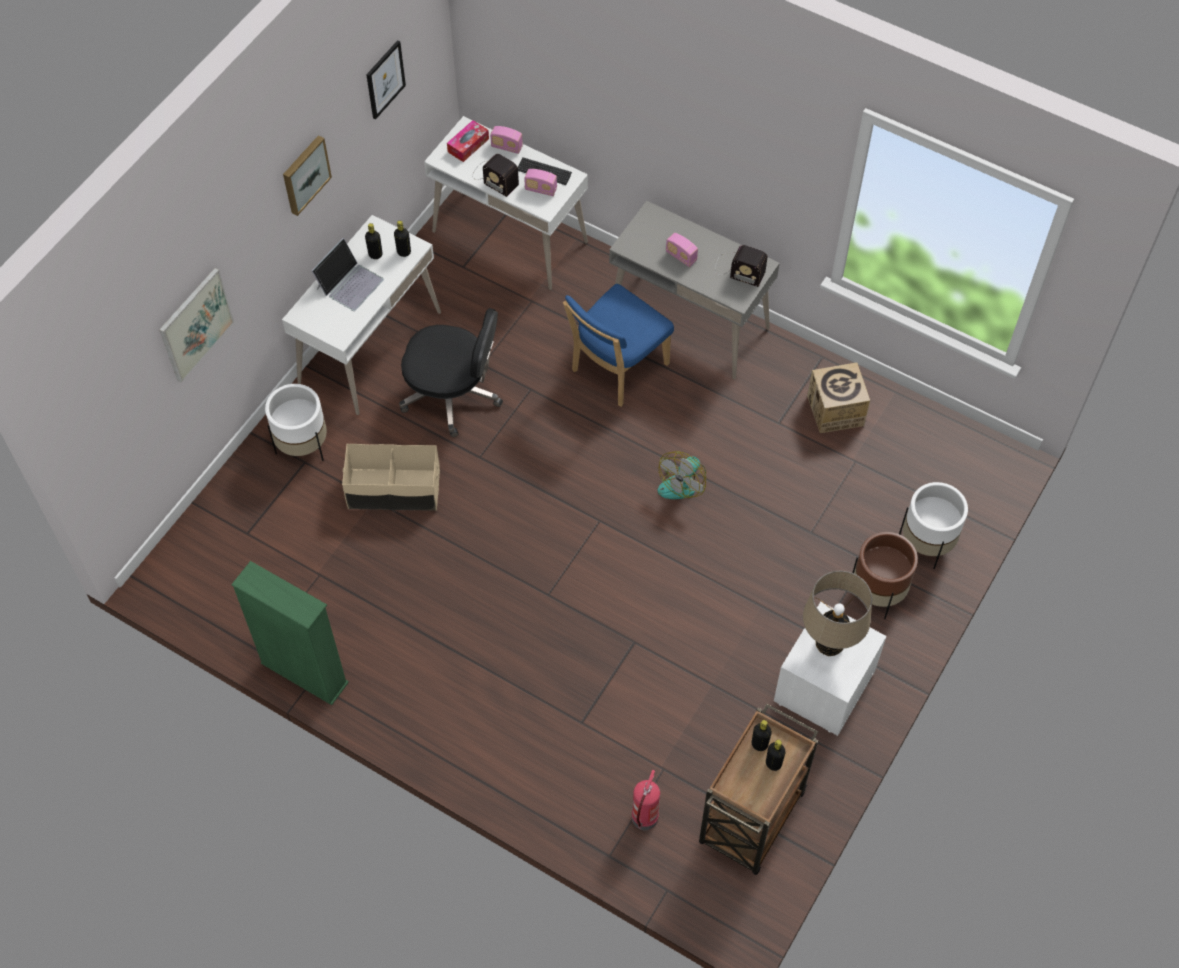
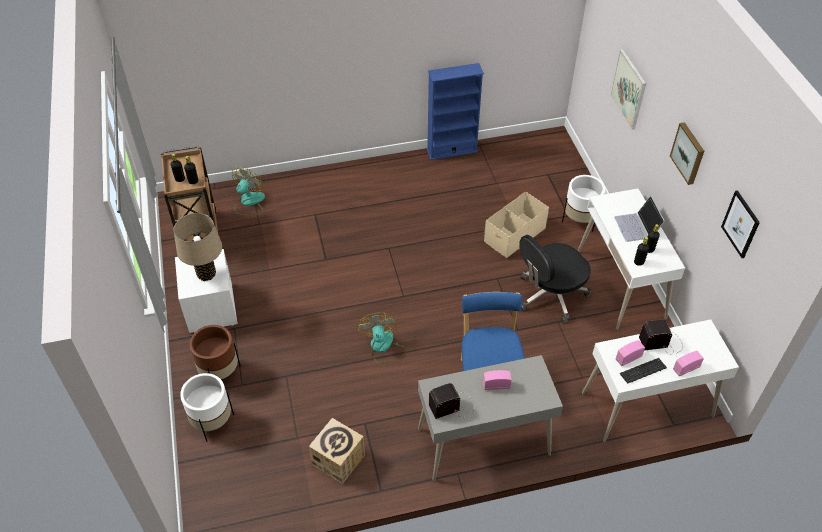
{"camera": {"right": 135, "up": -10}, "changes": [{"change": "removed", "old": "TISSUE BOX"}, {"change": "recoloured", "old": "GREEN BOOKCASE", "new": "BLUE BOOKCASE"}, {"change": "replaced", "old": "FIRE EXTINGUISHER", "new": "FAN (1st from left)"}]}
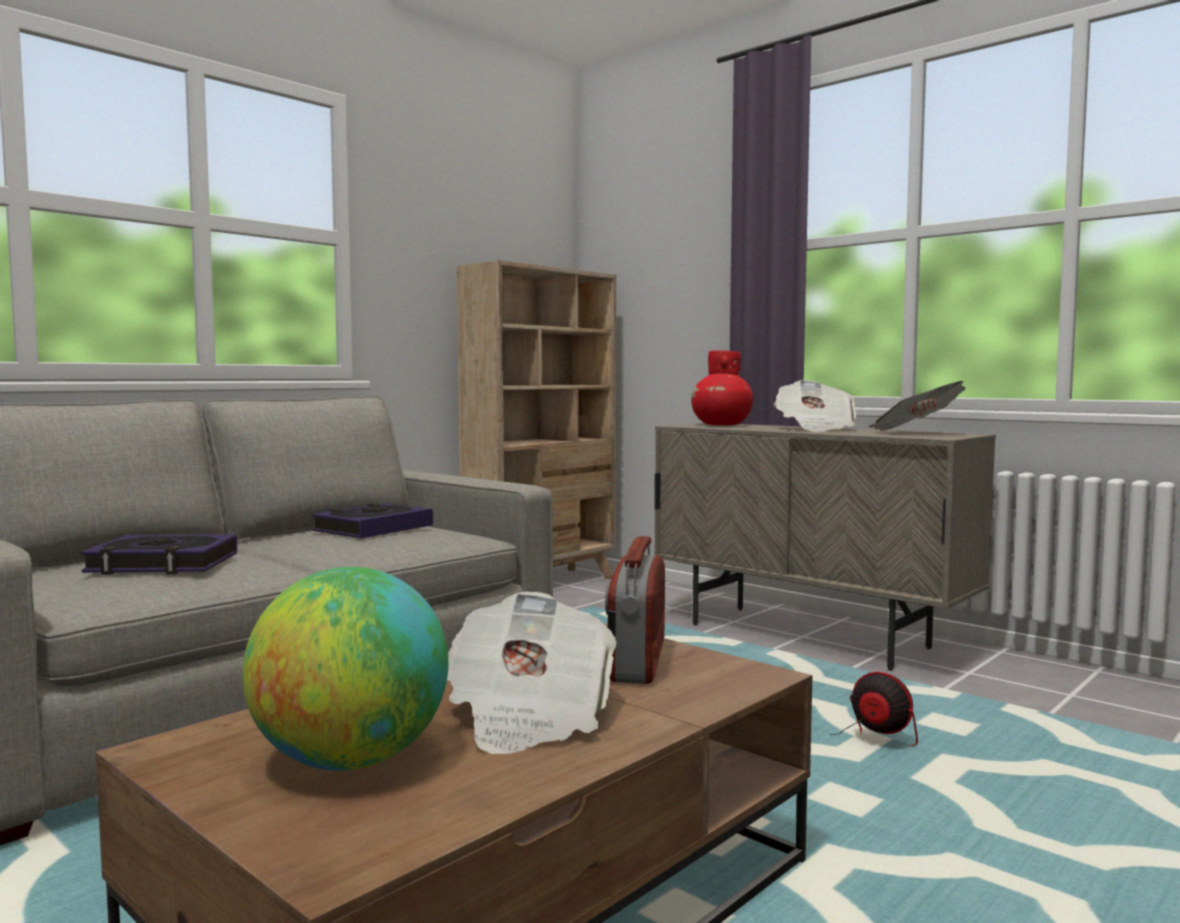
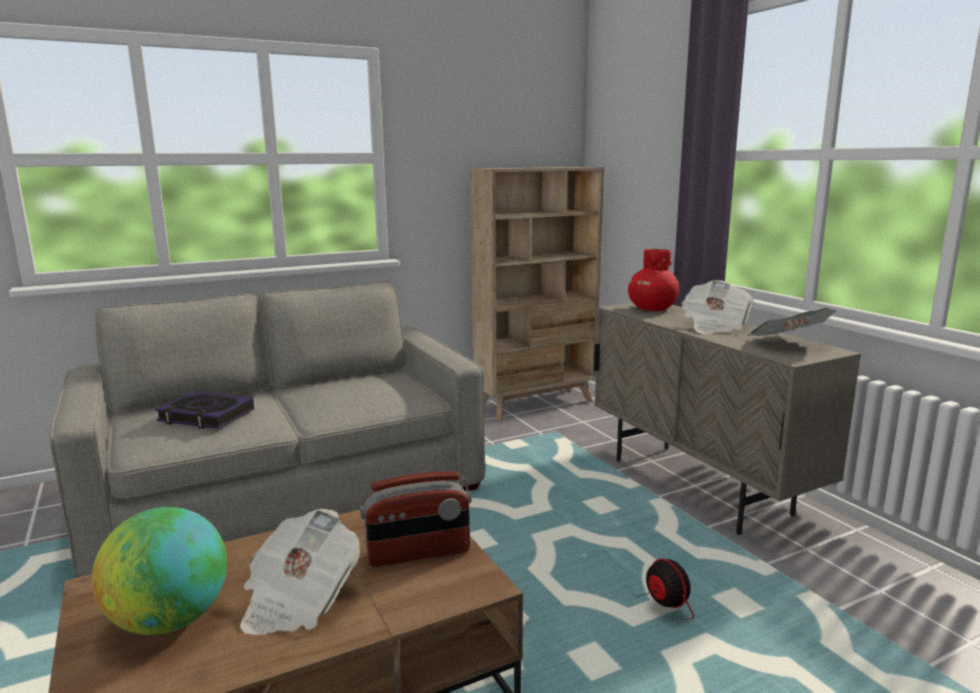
{"camera": {"right": 20, "up": 10}, "changes": [{"change": "removed", "old": "BOOK (2nd from left)"}, {"change": "turned", "old": "RADIO", "degrees": -135}]}
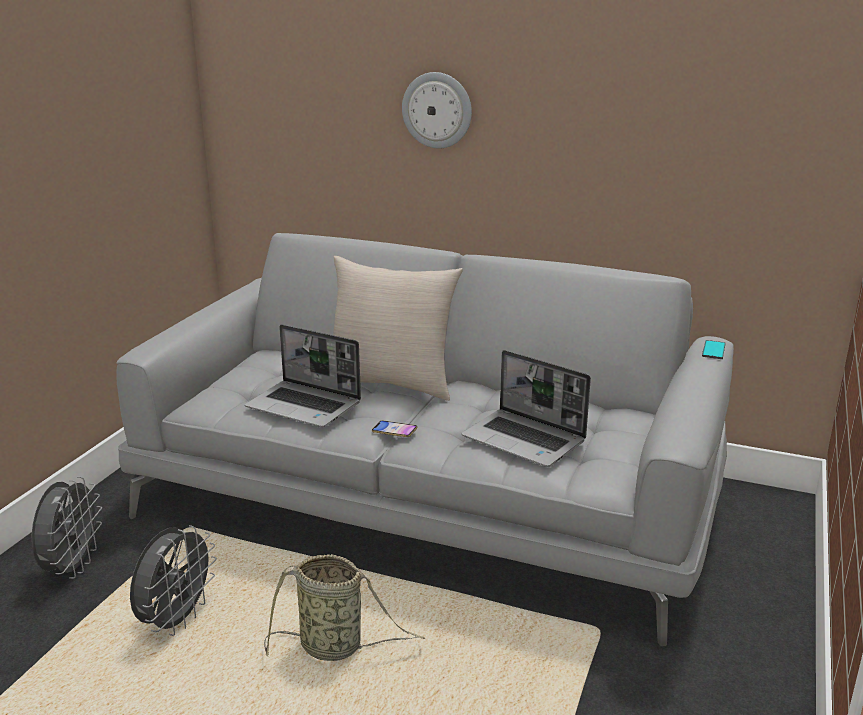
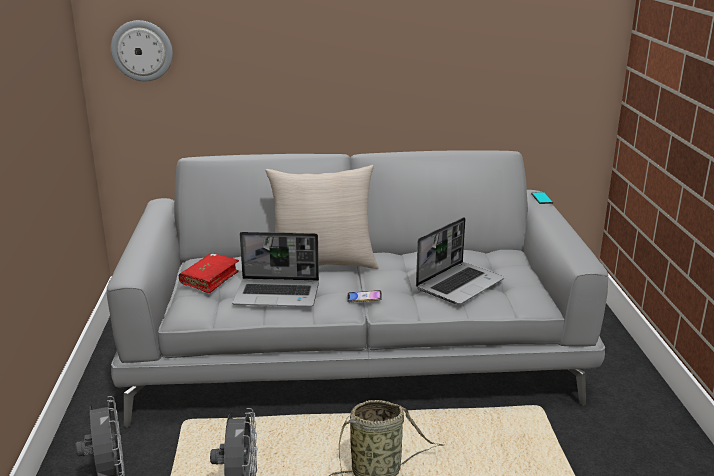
{"camera": {"right": -25, "up": 0}, "changes": [{"change": "moved", "old": "WALL CLOCK"}, {"change": "turned", "old": "LAPTOP (2nd from left)", "degrees": -60}, {"change": "added", "new": "RED BOOK"}]}
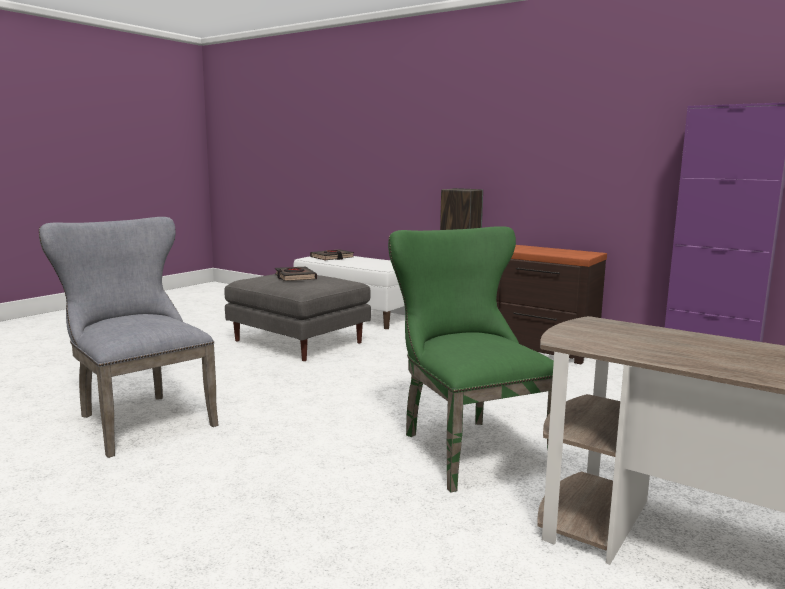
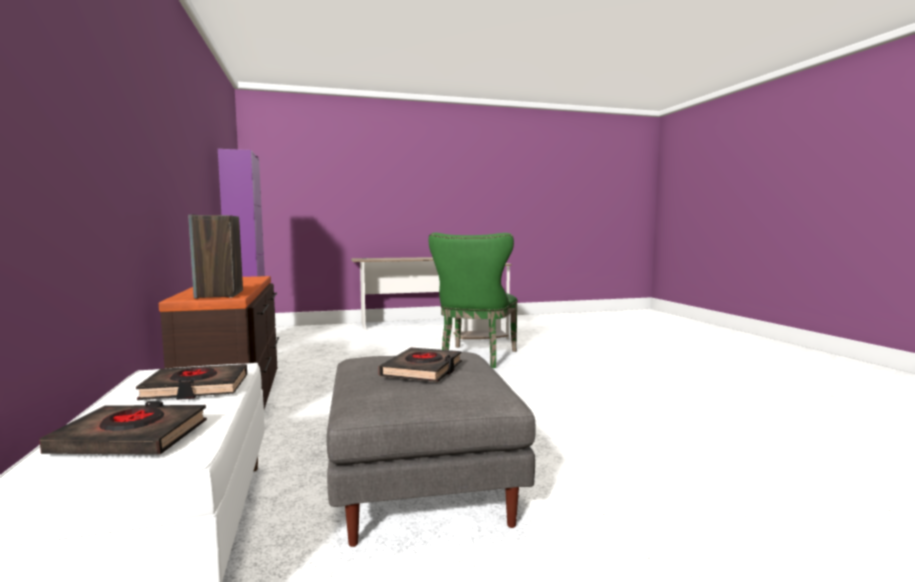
{"camera": {"right": -140, "up": -5}, "changes": [{"change": "removed", "old": "GREY CHAIR"}, {"change": "added", "new": "BLACK BOOK (2nd from left)"}]}
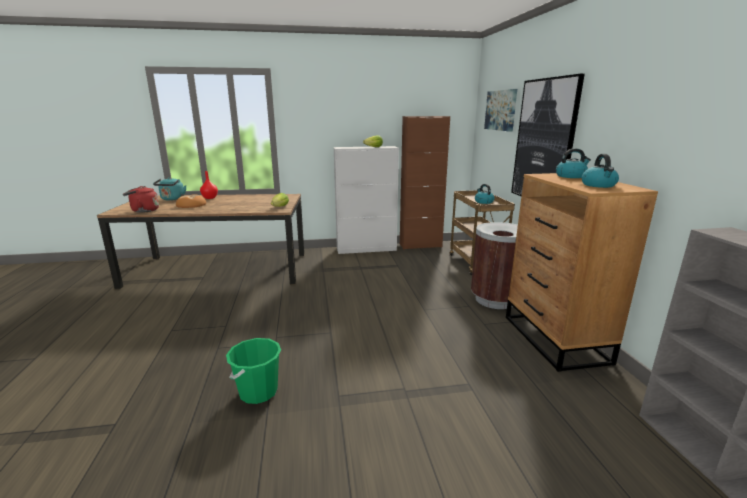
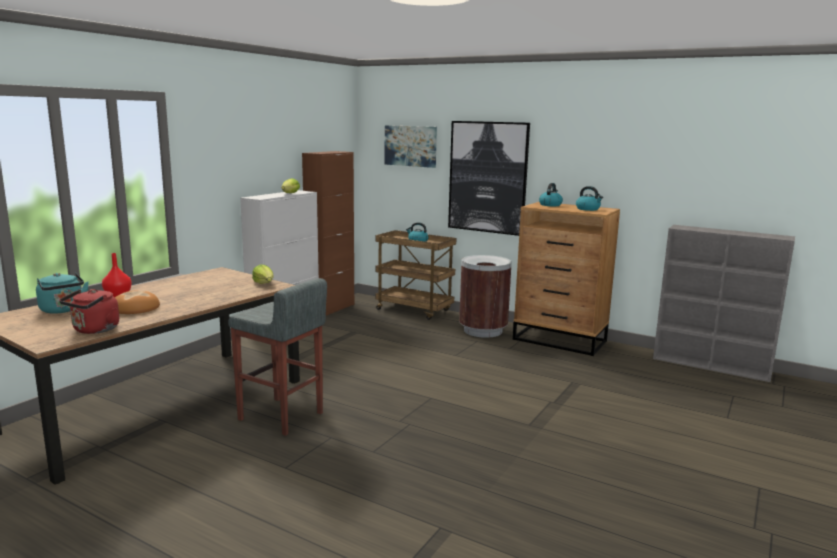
{"camera": {"right": -50, "up": -5}, "changes": [{"change": "removed", "old": "GREEN BUCKET"}, {"change": "added", "new": "GREY STOOL"}]}
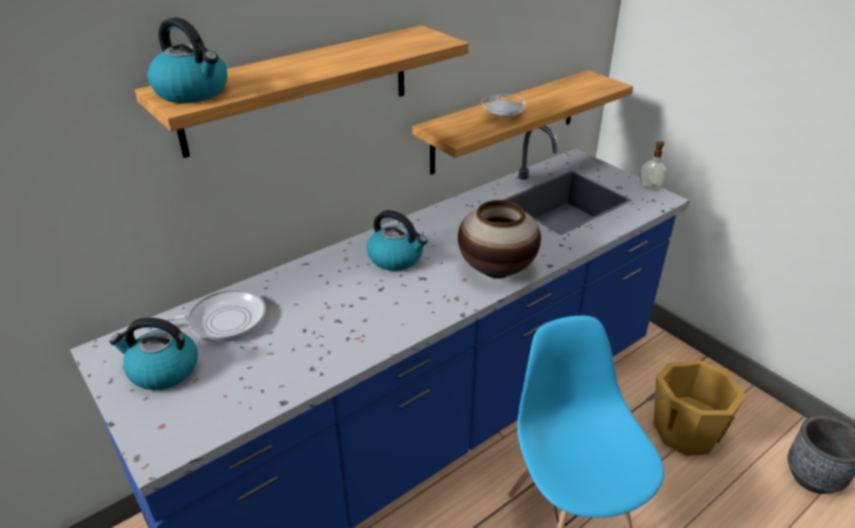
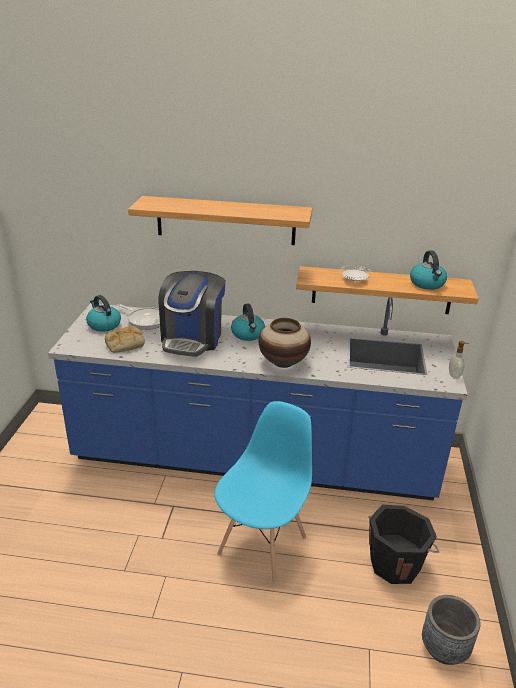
{"camera": {"right": 45, "up": -5}, "changes": [{"change": "moved", "old": "KETTLE (2nd from left in the first image)", "new": "KETTLE (3rd from left)"}, {"change": "recoloured", "old": "ORANGE BUCKET", "new": "BLACK BUCKET"}, {"change": "added", "new": "COFFEE MACHINE"}, {"change": "added", "new": "BREAD"}]}
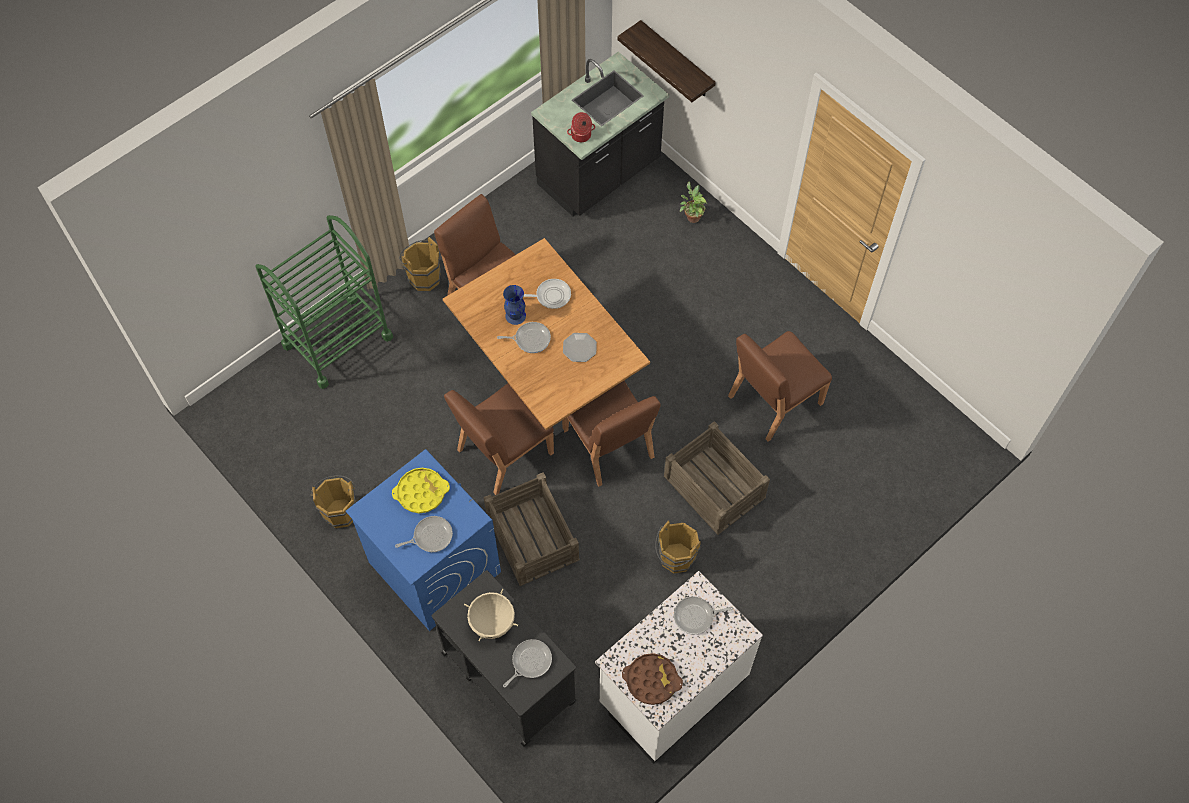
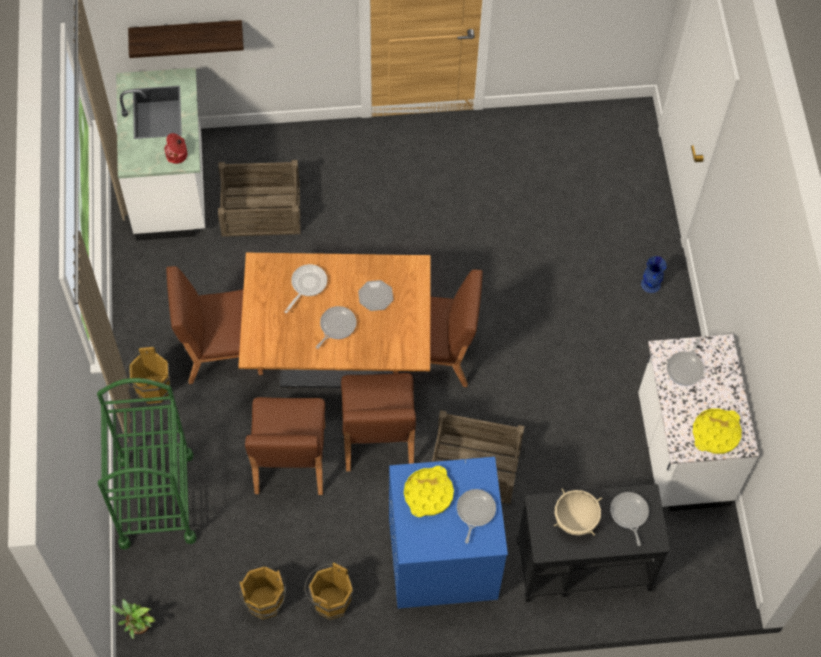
{"camera": {"right": -55, "up": 0}, "changes": [{"change": "recoloured", "old": "BLACK COUNTER", "new": "WHITE COUNTER (1st from left)"}, {"change": "moved", "old": "POTTED PLANT"}, {"change": "moved", "old": "BLUE VASE"}, {"change": "moved", "old": "BROWN CHAIR (4th from left in the first image)", "new": "BROWN CHAIR (2nd from left)"}, {"change": "moved", "old": "CRATE (2nd from left in the first image)", "new": "CRATE (1st from left)"}, {"change": "moved", "old": "BROWN BUCKET (3rd from left in the first image)", "new": "BROWN BUCKET (2nd from left)"}, {"change": "recoloured", "old": "BROWN TRAY", "new": "YELLOW TRAY (2nd from left)"}]}
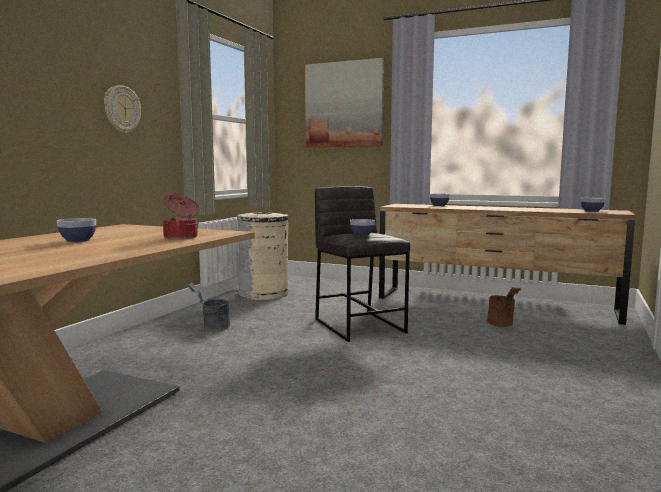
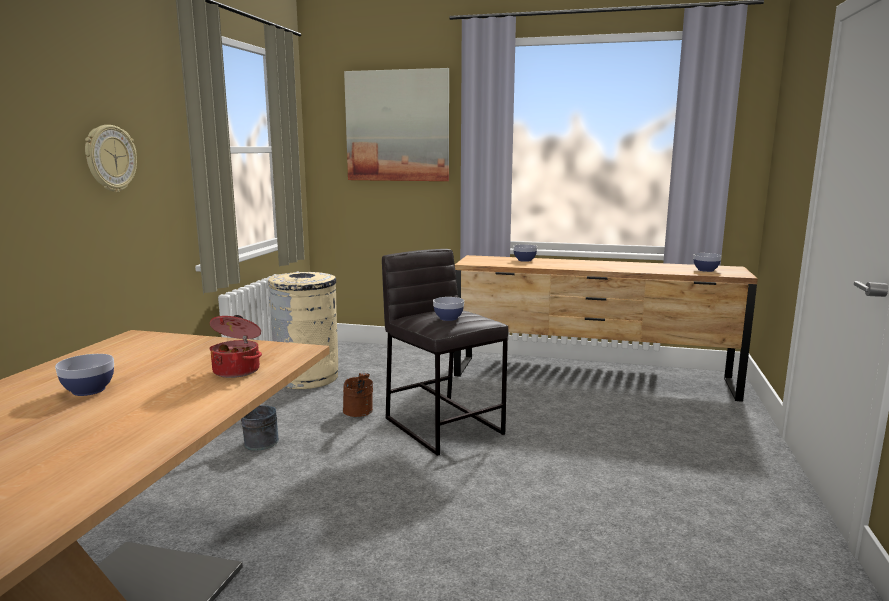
{"camera": {"right": -10, "up": 5}, "changes": [{"change": "moved", "old": "BROWN BUCKET"}]}
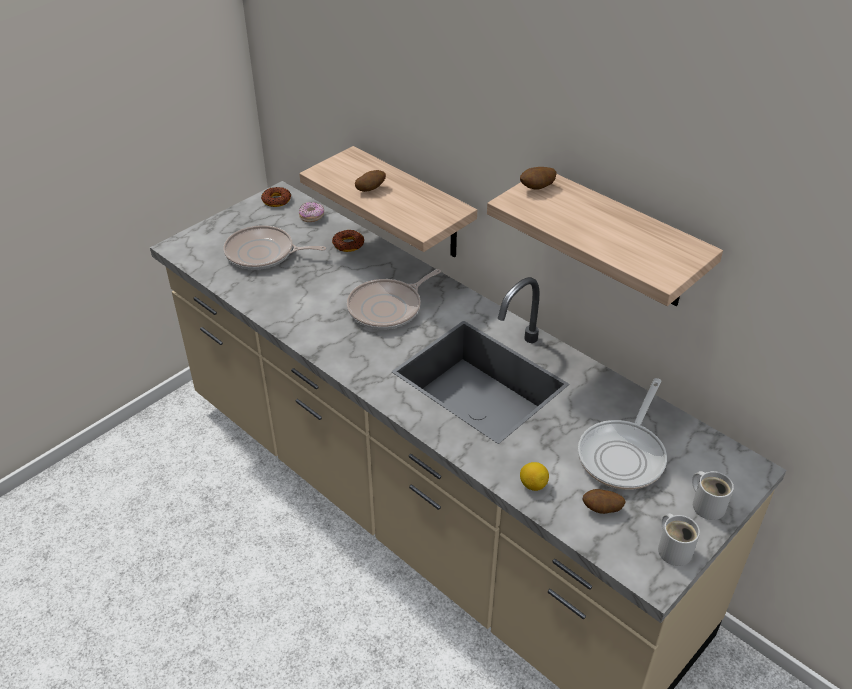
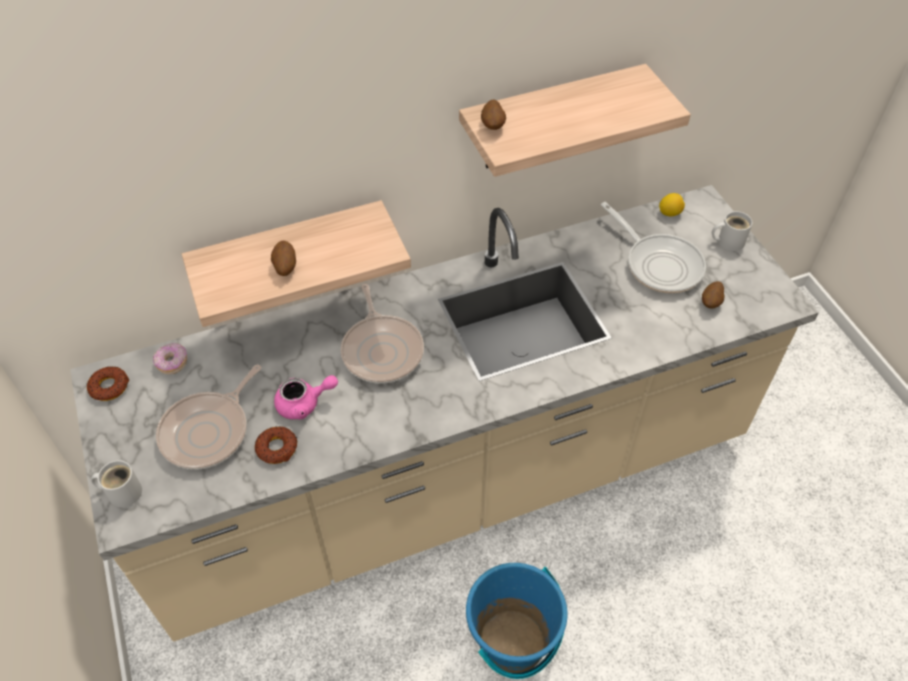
{"camera": {"right": -65, "up": 10}, "changes": [{"change": "moved", "old": "DONUT (3rd from left)"}, {"change": "moved", "old": "LEMON"}, {"change": "moved", "old": "WHITE MUG (1st from left)"}, {"change": "added", "new": "PINK TEAPOT"}, {"change": "added", "new": "BLUE BUCKET"}]}
